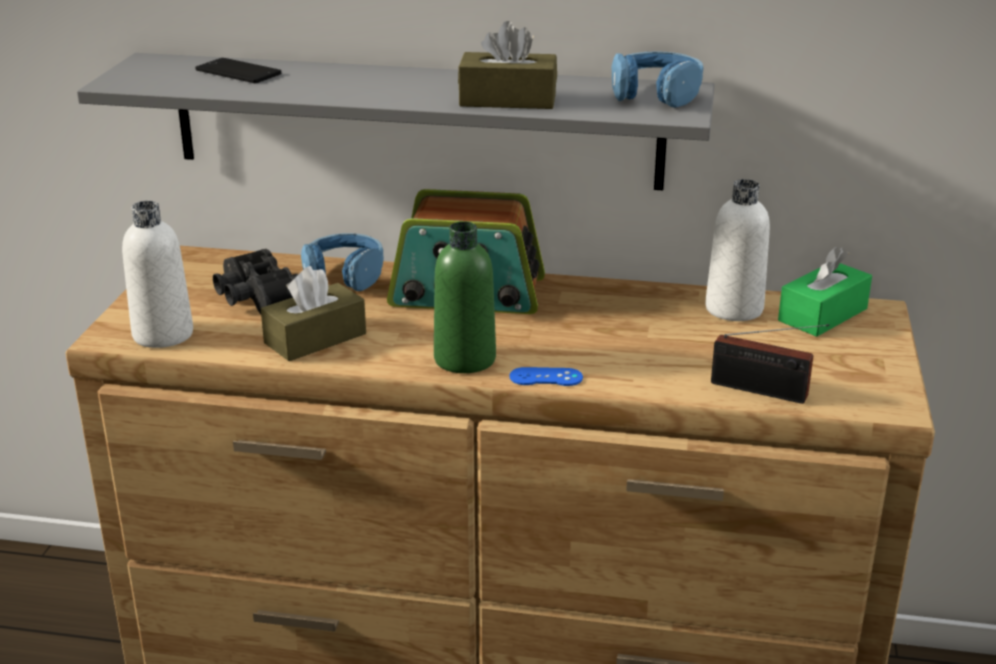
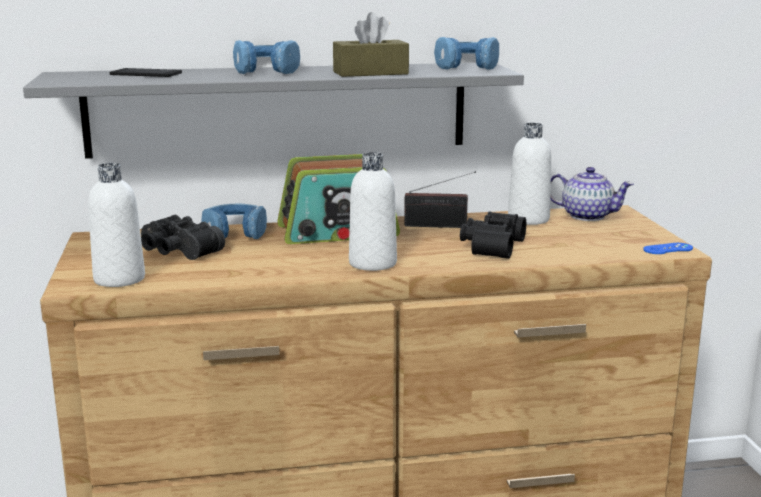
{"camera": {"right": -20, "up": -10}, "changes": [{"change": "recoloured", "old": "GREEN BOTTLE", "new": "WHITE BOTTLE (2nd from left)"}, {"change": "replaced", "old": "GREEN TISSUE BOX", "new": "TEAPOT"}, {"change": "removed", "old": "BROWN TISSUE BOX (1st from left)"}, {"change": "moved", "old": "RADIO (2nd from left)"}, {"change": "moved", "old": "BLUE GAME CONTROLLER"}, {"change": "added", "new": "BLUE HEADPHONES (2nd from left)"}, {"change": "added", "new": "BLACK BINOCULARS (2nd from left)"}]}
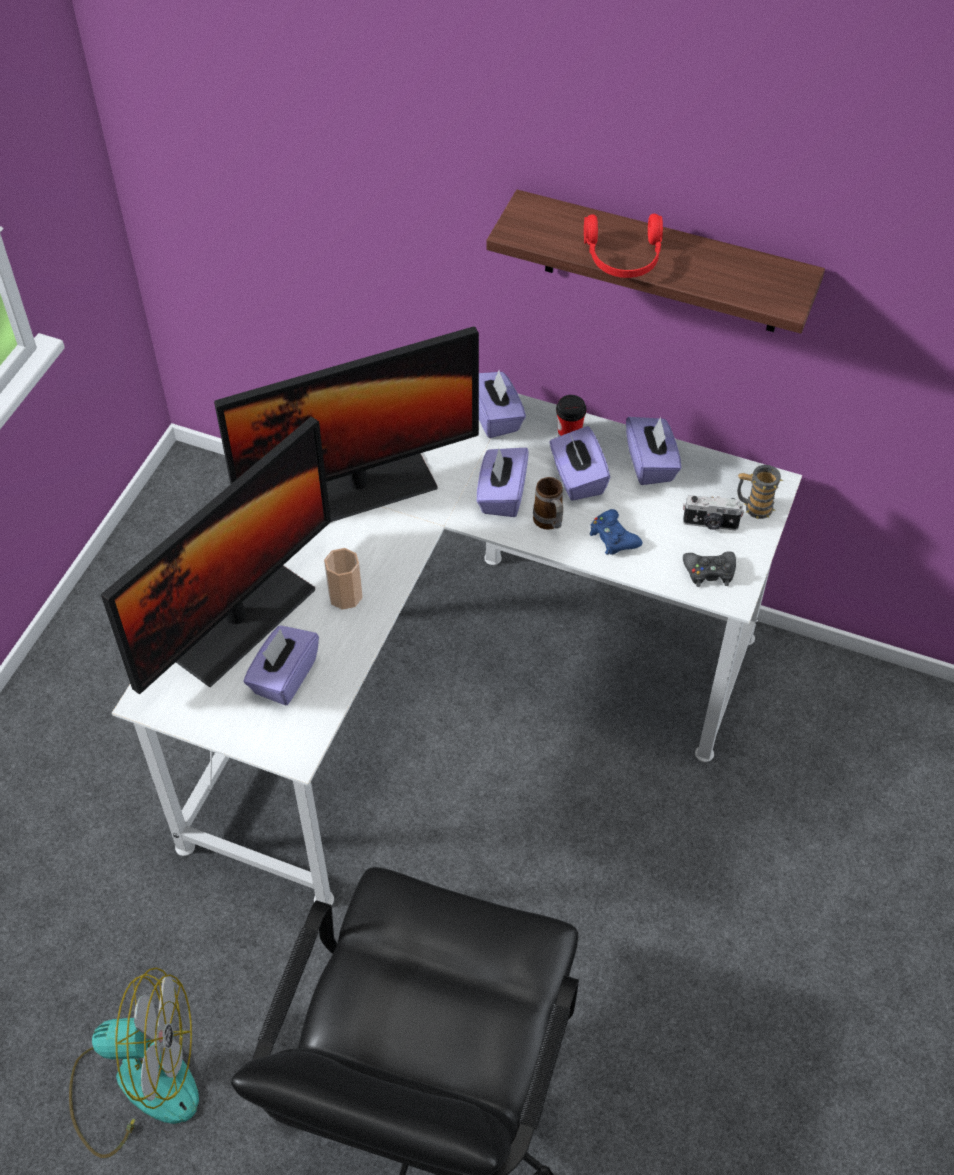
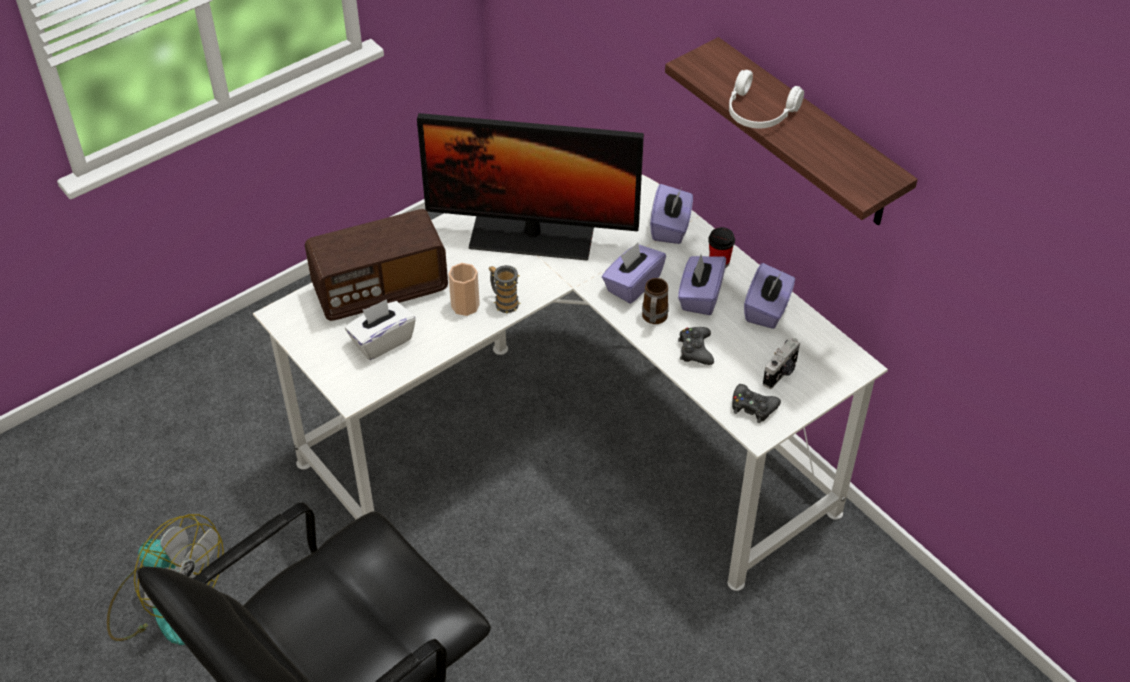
{"camera": {"right": 30, "up": -5}, "changes": [{"change": "recoloured", "old": "RED HEADPHONES", "new": "WHITE HEADPHONES"}, {"change": "replaced", "old": "MONITOR (1st from left)", "new": "RADIO"}, {"change": "moved", "old": "MUG (2nd from left in the first image)", "new": "MUG (1st from left)"}, {"change": "turned", "old": "PHOTO CAMERA", "degrees": -90}, {"change": "recoloured", "old": "BLUE GAME CONTROLLER", "new": "BLACK GAME CONTROLLER (1st from left)"}, {"change": "recoloured", "old": "PURPLE TISSUE BOX (1st from left)", "new": "WHITE TISSUE BOX"}]}
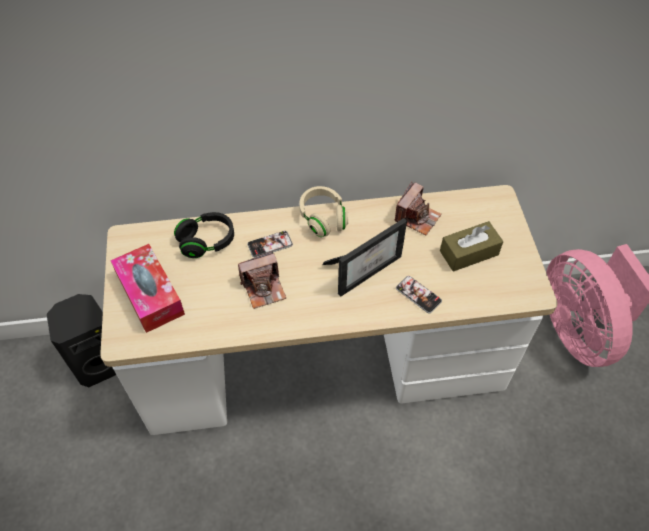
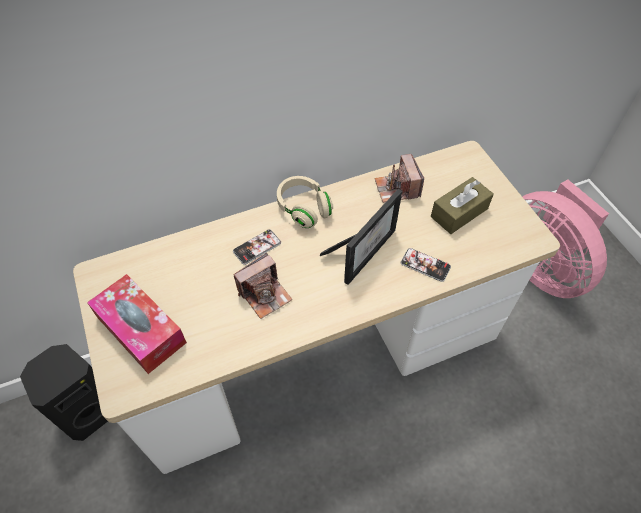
{"camera": {"right": -15, "up": 0}, "changes": [{"change": "turned", "old": "PHOTO CAMERA (2nd from left)", "degrees": 150}, {"change": "removed", "old": "BLACK HEADPHONES"}]}
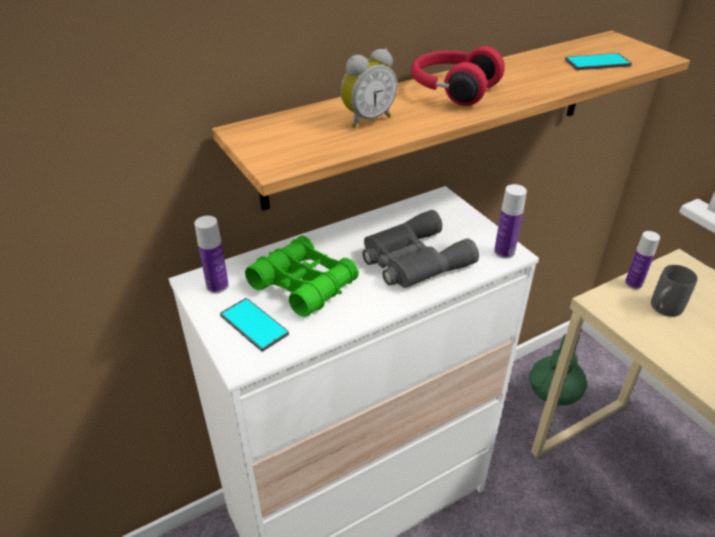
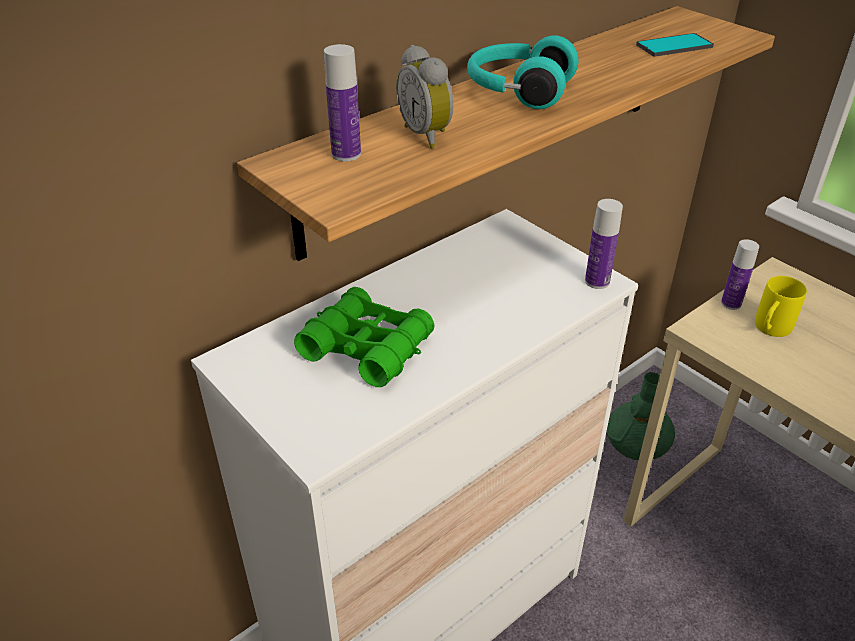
{"camera": {"right": -10, "up": 0}, "changes": [{"change": "recoloured", "old": "RED HEADPHONES", "new": "TURQUOISE HEADPHONES"}, {"change": "turned", "old": "ALARM CLOCK", "degrees": 105}, {"change": "removed", "old": "GREY BINOCULARS"}, {"change": "moved", "old": "BOTTLE (1st from left)"}, {"change": "recoloured", "old": "GREY MUG", "new": "YELLOW MUG"}, {"change": "removed", "old": "PHONE (1st from left)"}]}
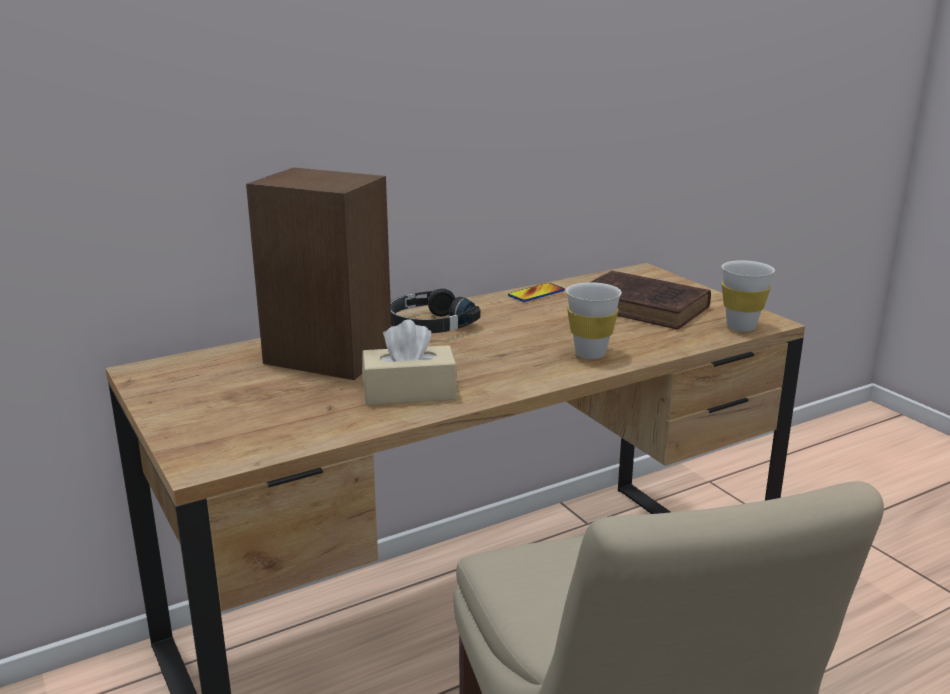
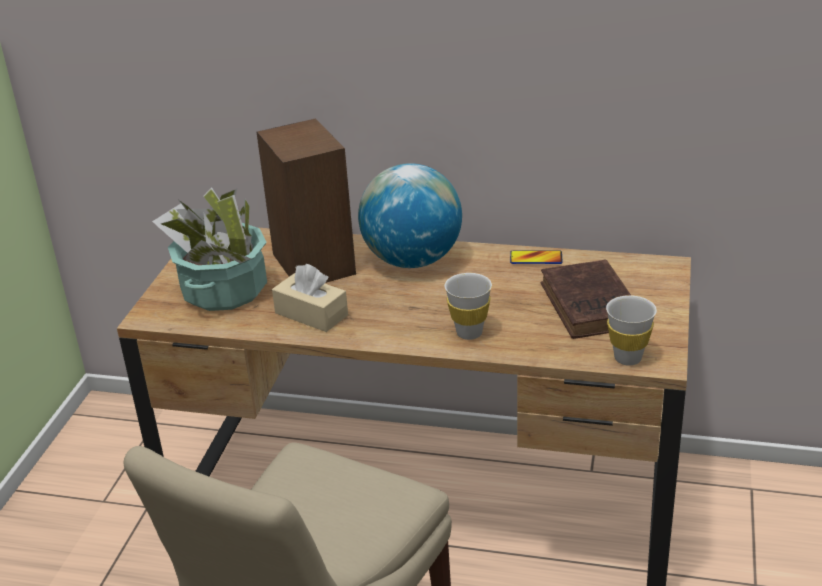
{"camera": {"right": 45, "up": 10}, "changes": [{"change": "replaced", "old": "BLACK HEADPHONES", "new": "GLOBE"}, {"change": "added", "new": "POTTED PLANT"}]}
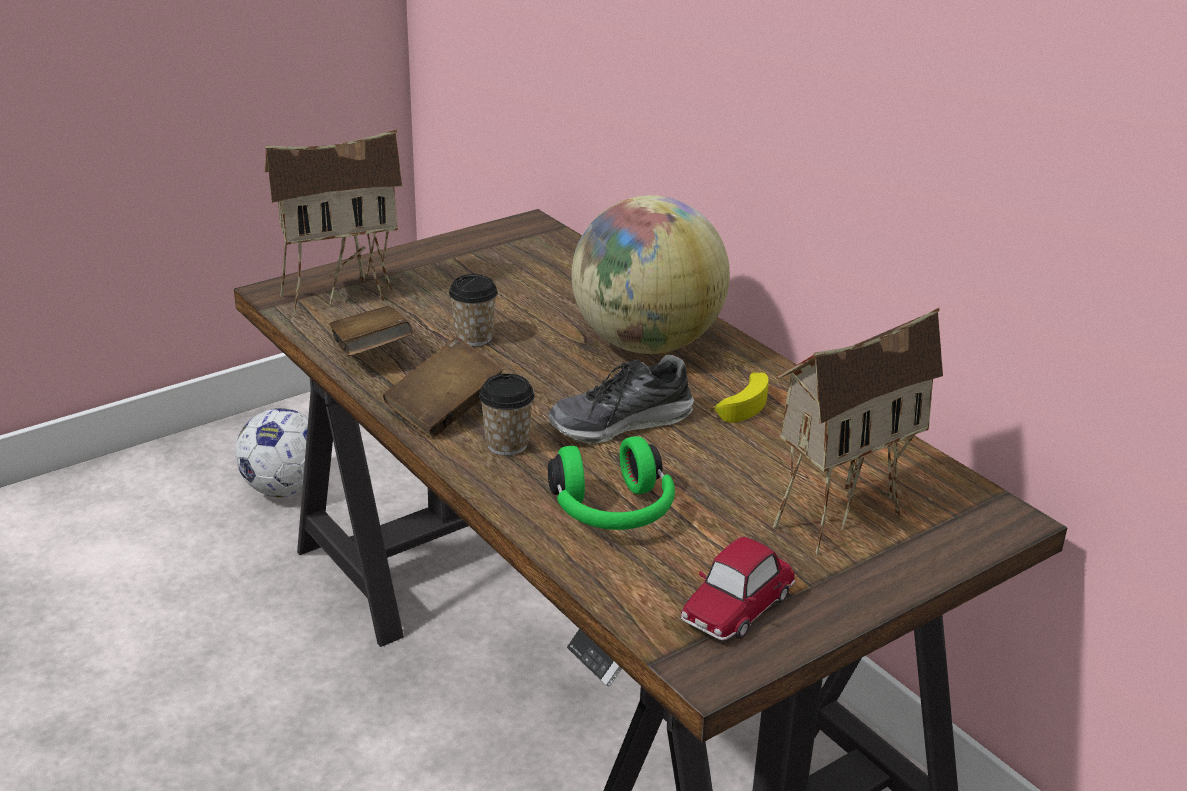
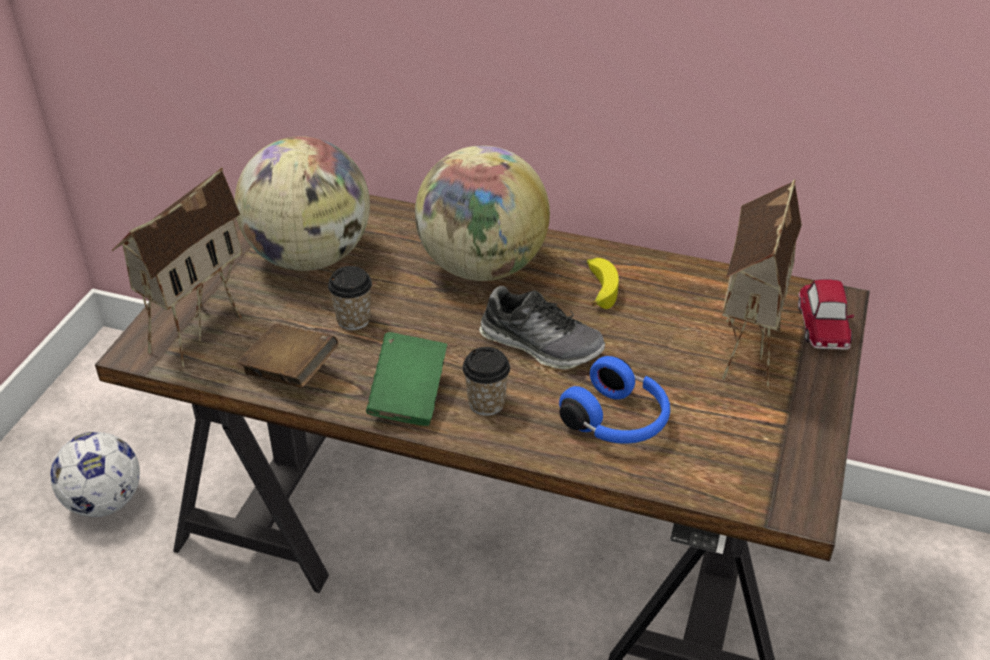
{"camera": {"right": -35, "up": 10}, "changes": [{"change": "recoloured", "old": "BROWN BOOK (2nd from left)", "new": "GREEN BOOK"}, {"change": "turned", "old": "SHOE", "degrees": -90}, {"change": "recoloured", "old": "GREEN HEADPHONES", "new": "BLUE HEADPHONES"}, {"change": "moved", "old": "TOY CAR"}, {"change": "added", "new": "GLOBE (1st from left)"}]}
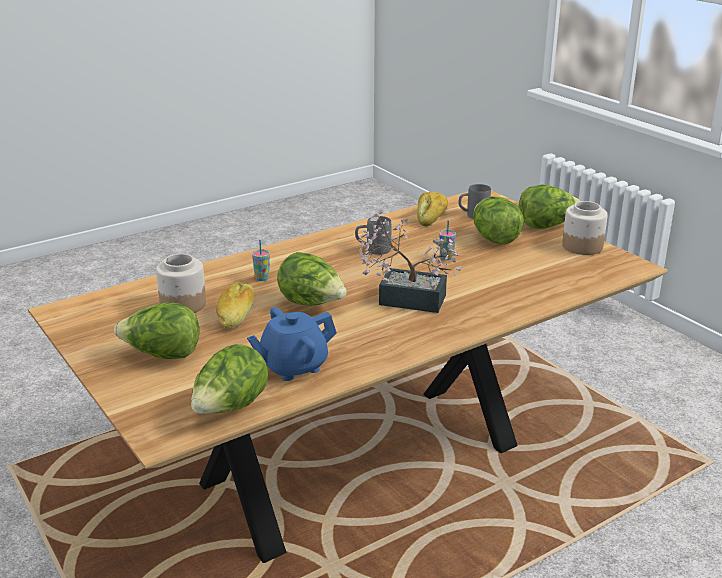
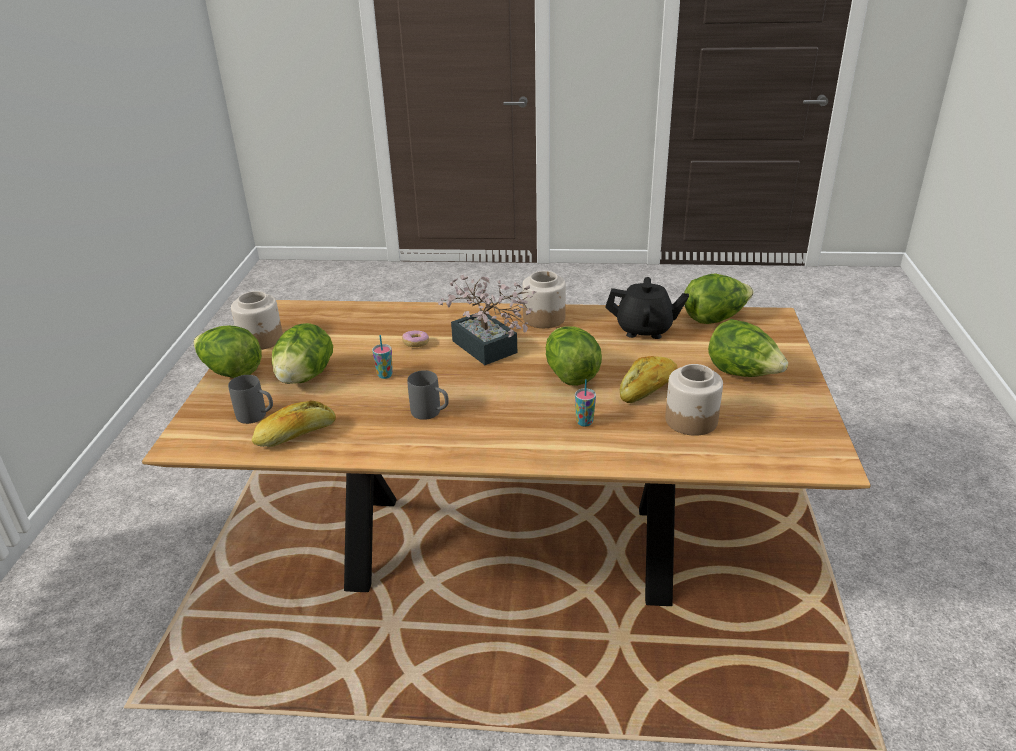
{"camera": {"right": -140, "up": 5}, "changes": [{"change": "recoloured", "old": "BLUE TEAPOT", "new": "BLACK TEAPOT"}, {"change": "added", "new": "JAR (2nd from left)"}, {"change": "added", "new": "DONUT"}]}
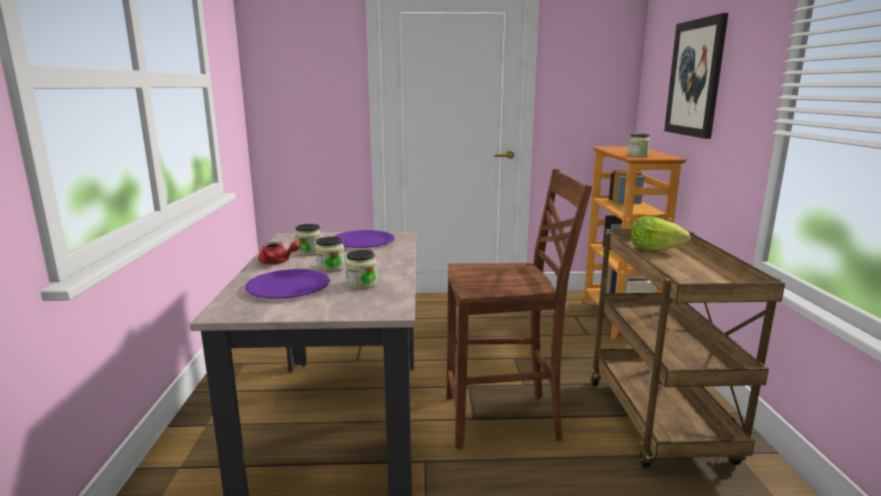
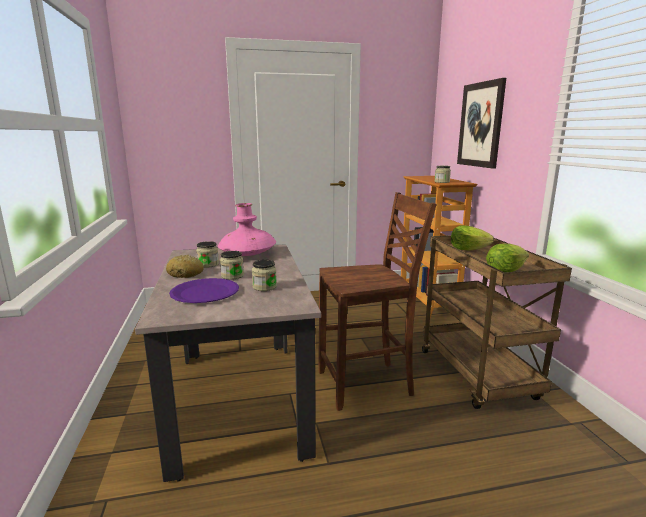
{"camera": {"right": -10, "up": 0}, "changes": [{"change": "replaced", "old": "PURPLE PLATE (2nd from left)", "new": "PINK VASE"}, {"change": "replaced", "old": "RED TEAPOT", "new": "BREAD"}, {"change": "added", "new": "LETTUCE (2nd from left)"}]}
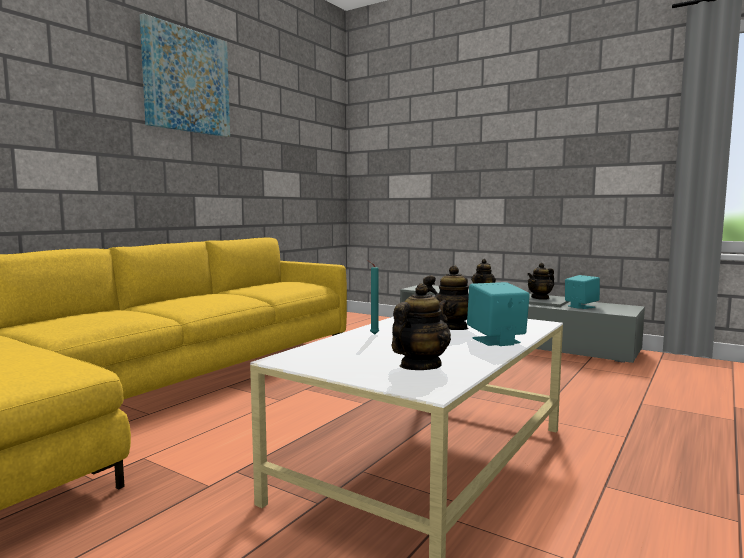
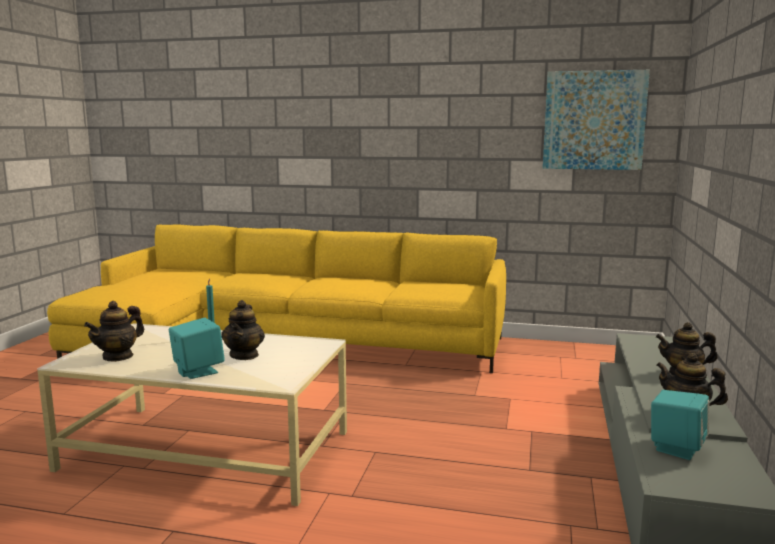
{"camera": {"right": 70, "up": 5}, "changes": [{"change": "moved", "old": "PICTURE"}, {"change": "turned", "old": "TEAPOT (1st from left)", "degrees": 105}]}
